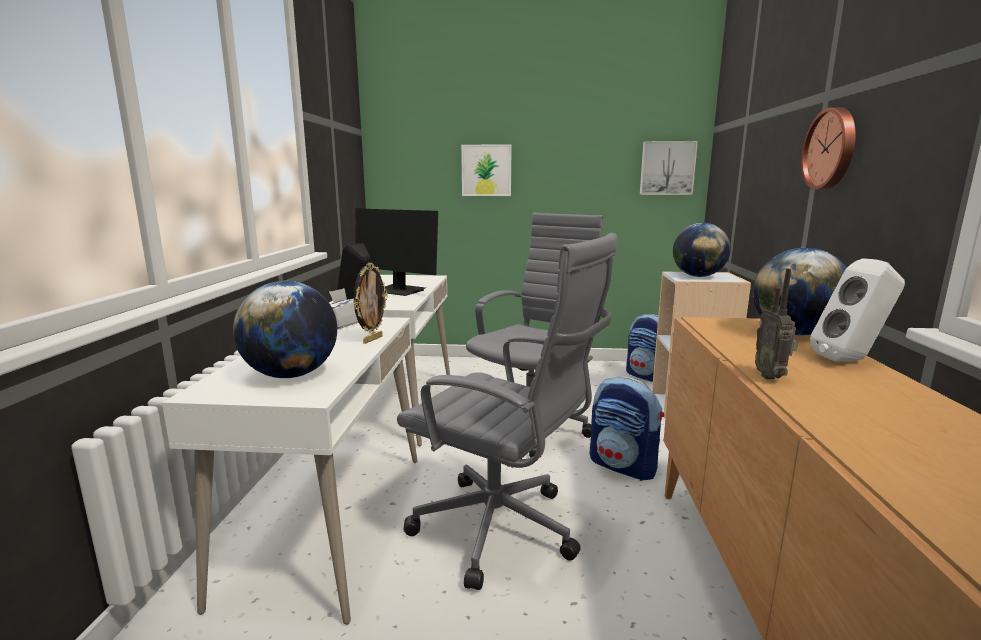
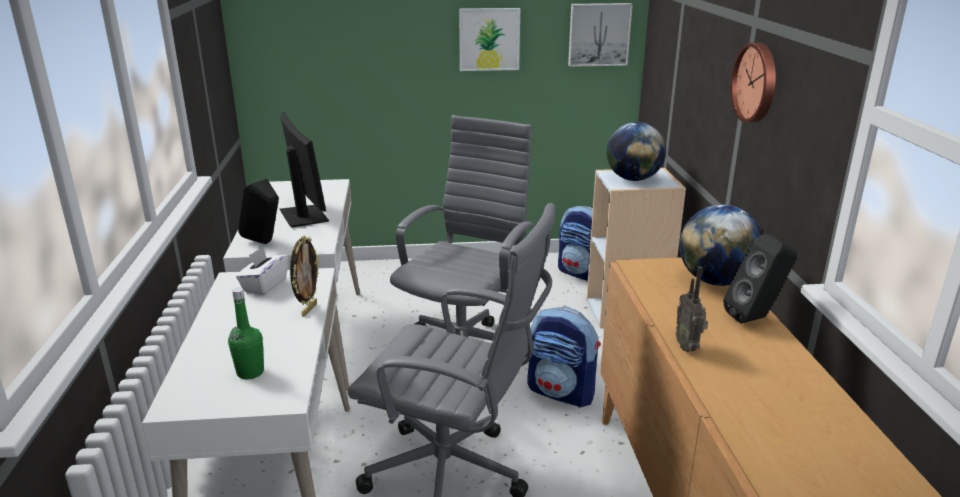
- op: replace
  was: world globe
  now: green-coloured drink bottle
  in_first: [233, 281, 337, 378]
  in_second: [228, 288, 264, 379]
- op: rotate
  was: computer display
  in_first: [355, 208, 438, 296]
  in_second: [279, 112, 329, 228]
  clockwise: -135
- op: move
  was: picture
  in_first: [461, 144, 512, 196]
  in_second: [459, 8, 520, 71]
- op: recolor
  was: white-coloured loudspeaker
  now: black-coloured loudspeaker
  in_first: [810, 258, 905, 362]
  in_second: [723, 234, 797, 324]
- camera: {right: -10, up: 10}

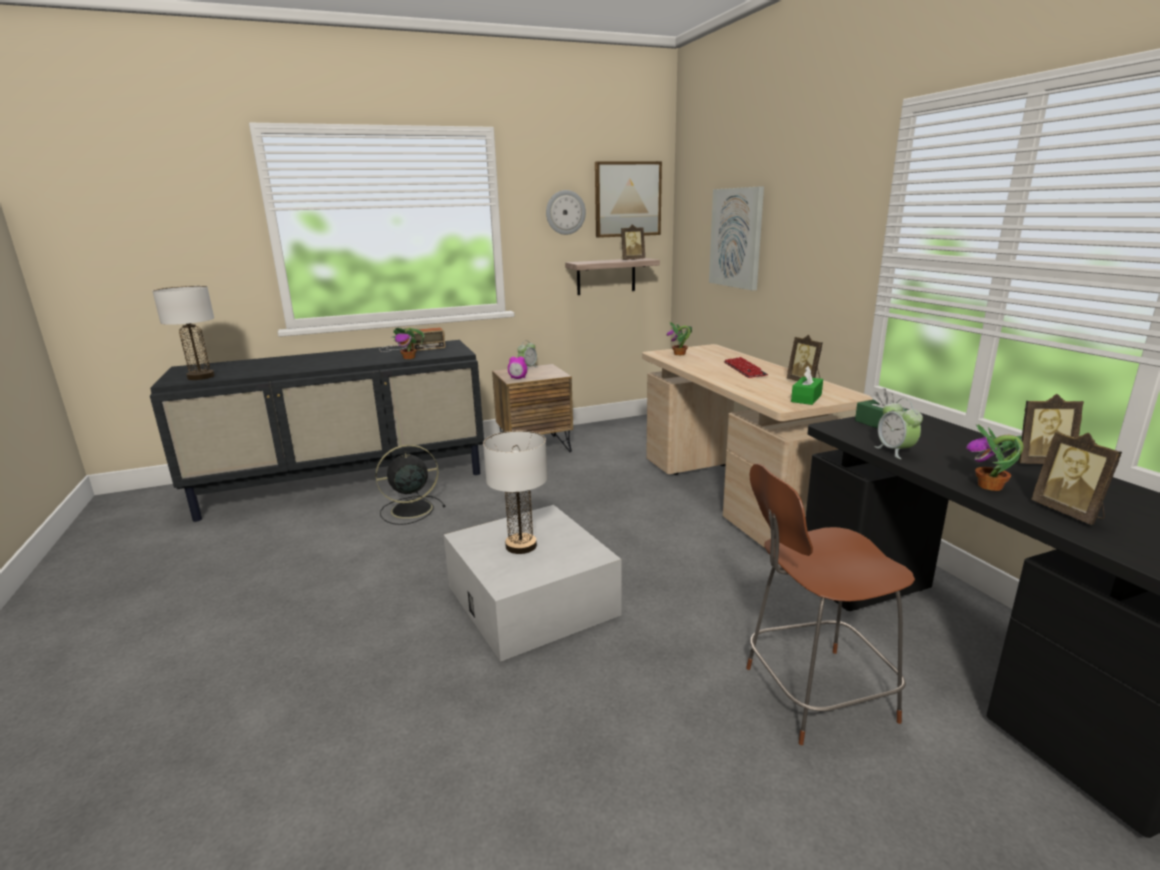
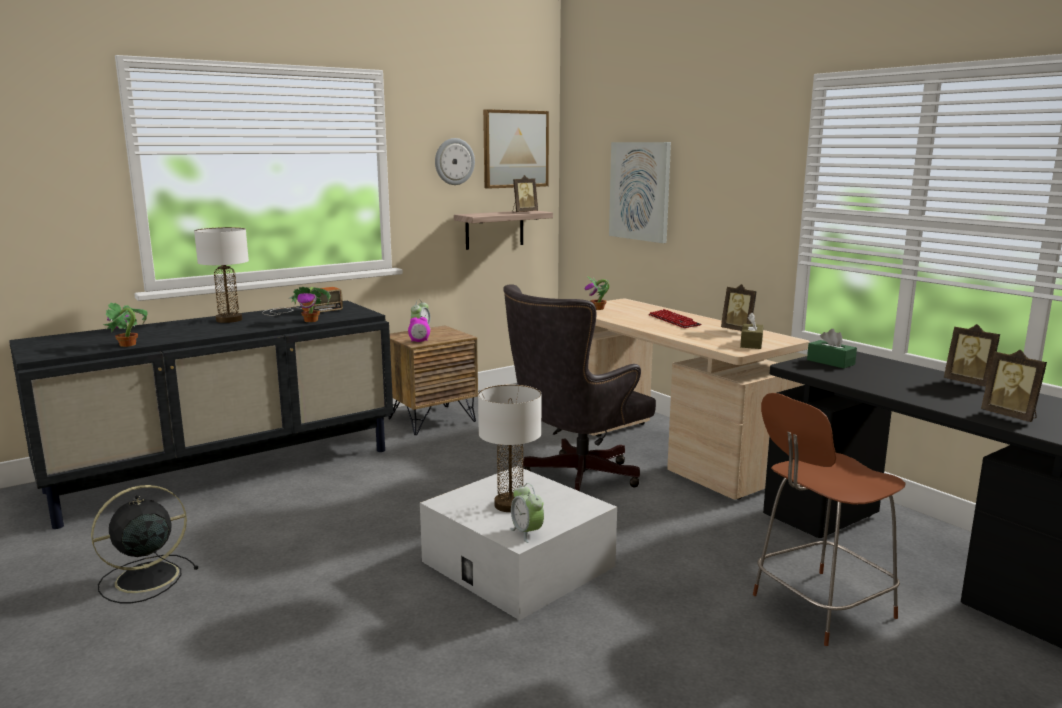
- op: move
  was: table lamp
  in_first: [152, 286, 215, 380]
  in_second: [194, 227, 249, 323]
- op: move
  was: black-coloured electric fan
  in_first: [375, 444, 446, 525]
  in_second: [91, 485, 199, 603]
- op: recolor
  was: green-coloured box of tissues
  now: brownish box of tissues
  in_first: [791, 366, 823, 405]
  in_second: [740, 313, 764, 349]
- op: move
  was: bedside clock
  in_first: [874, 398, 923, 459]
  in_second: [510, 483, 544, 543]
- op: move
  was: houseplant
  in_first: [966, 424, 1024, 491]
  in_second: [103, 302, 148, 347]
- op: rotate
  was: picture frame
  in_first: [1018, 394, 1084, 464]
  in_second: [944, 324, 1000, 387]
  clockwise: 60
- op: insert
  now: grey office chair
  in_second: [503, 285, 656, 491]
- camera: {right: -15, up: -5}

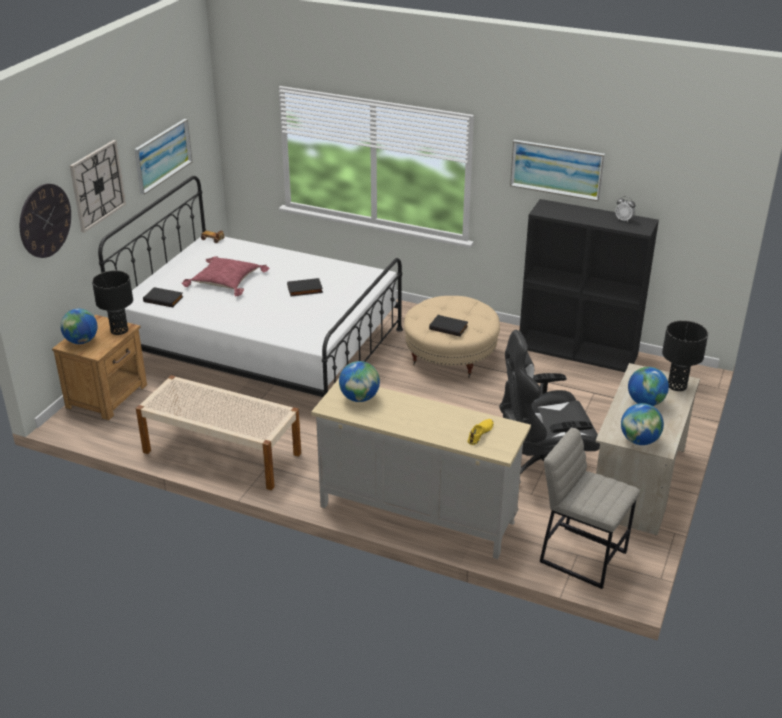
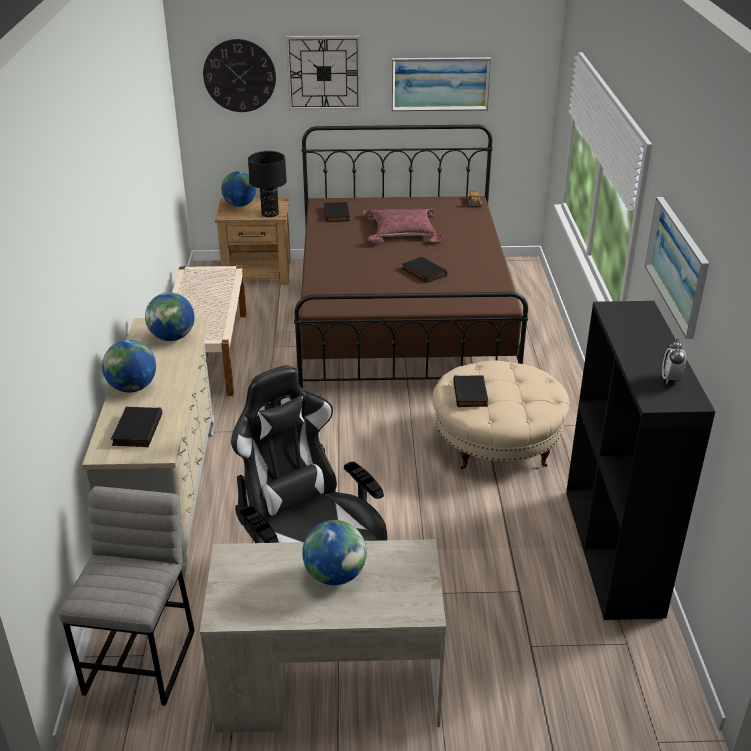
- op: recolor
  was: white-coloured sleeping bed
  now: brownish sleeping bed
  in_first: [98, 176, 403, 397]
  in_second: [294, 125, 528, 389]
- op: replace
  was: yellowish low shoe
  now: black-coloured book
  in_first: [467, 419, 494, 445]
  in_second: [111, 407, 162, 447]
- op: move
  was: world globe
  in_first: [621, 403, 664, 445]
  in_second: [102, 340, 156, 392]
- op: delete
  was: black-coloured table lamp
  in_first: [662, 320, 708, 391]
- camera: {right: 65, up: 0}

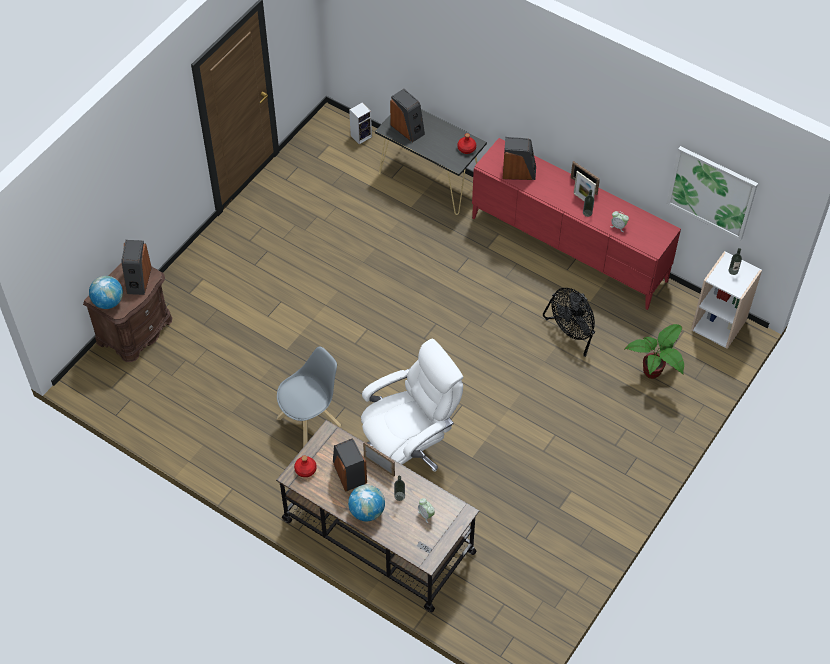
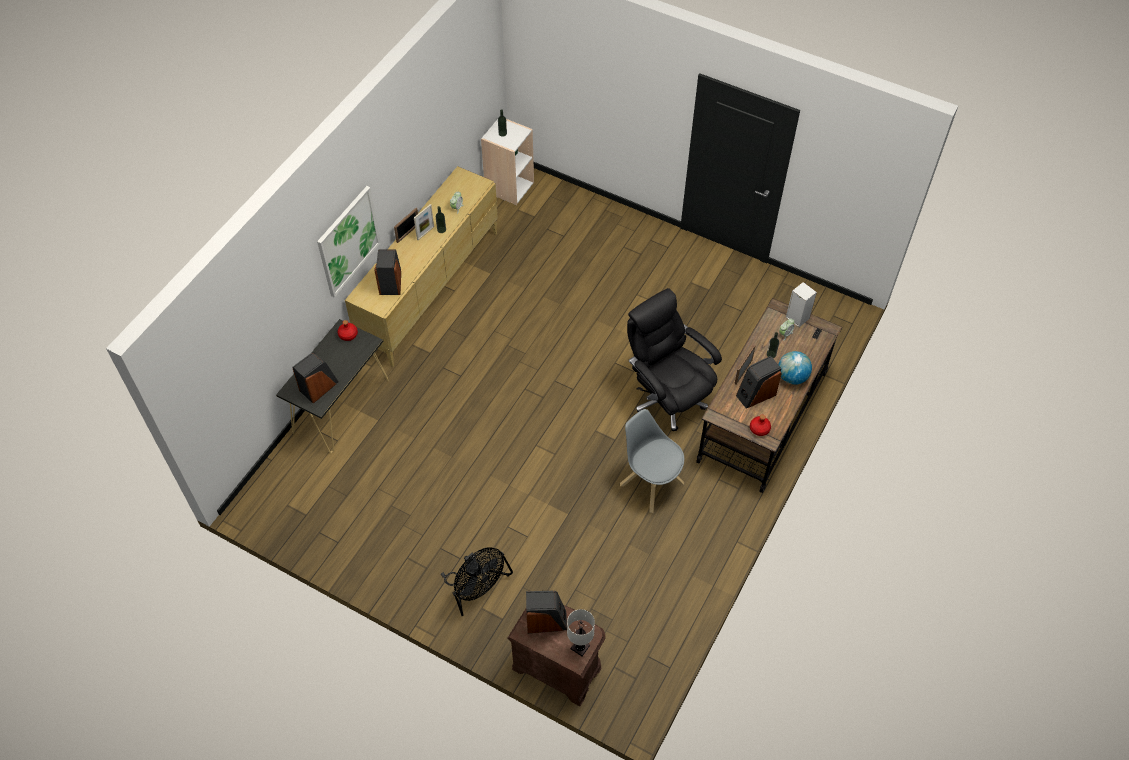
- op: replace
  was: world globe
  now: white-coloured table lamp
  in_first: [89, 276, 123, 309]
  in_second: [567, 609, 595, 656]
- op: move
  was: loudspeaker
  in_first: [349, 103, 372, 144]
  in_second: [786, 282, 817, 327]
- op: recolor
  was: white-coloured office chair
  now: black-coloured office chair
  in_first: [361, 339, 463, 472]
  in_second: [627, 288, 722, 431]
- op: recolor
  was: reddish cupboard
  now: sand-coloured cupboard
  in_first: [472, 138, 681, 310]
  in_second: [345, 166, 498, 367]
- op: move
  was: black-coloured electric fan
  in_first: [543, 288, 595, 357]
  in_second: [441, 547, 513, 616]
- op: delete
  was: houseplant
  in_first: [625, 324, 684, 379]
- op: move
  was: picture
  in_first: [667, 146, 758, 241]
  in_second: [317, 186, 381, 298]
- camera: {right: -95, up: 0}

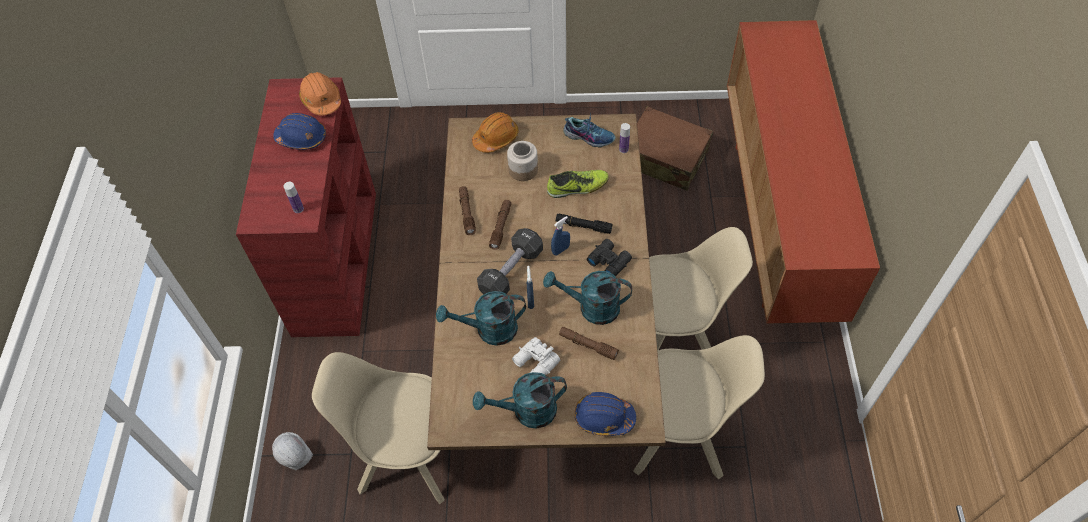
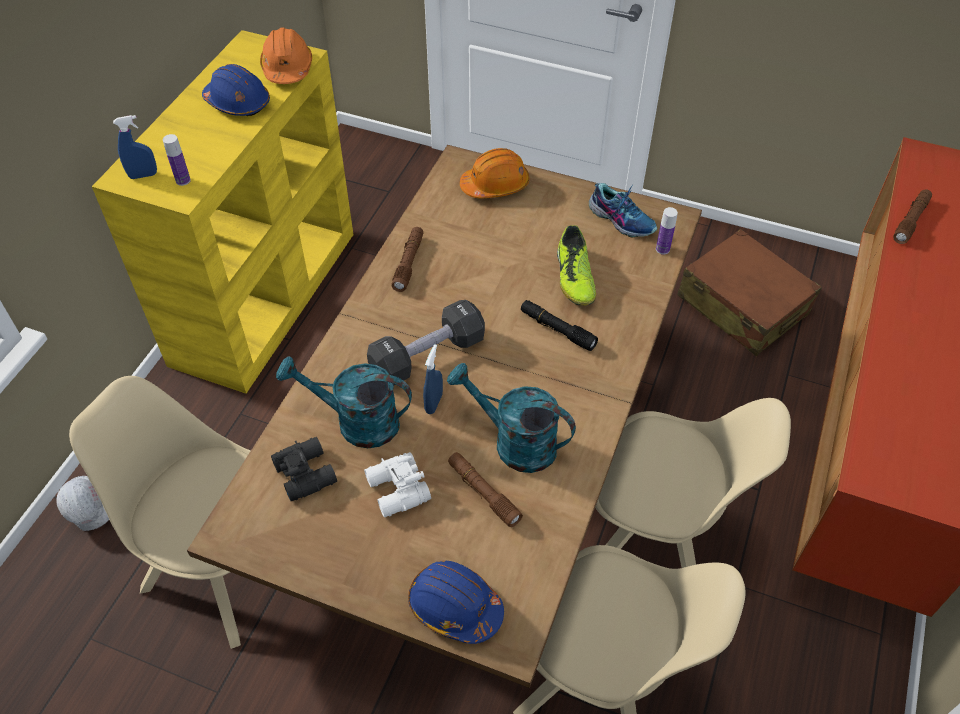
- op: recolor
  was: reddish bookcase
  now: yellowish bookcase
  in_first: [236, 77, 376, 337]
  in_second: [92, 30, 353, 394]
- op: delete
  was: blue-green sprinkling can
  in_first: [473, 372, 567, 429]
- op: move
  was: brownish torch
  in_first: [489, 200, 511, 250]
  in_second: [893, 189, 932, 244]
- op: delete
  was: preserve jar
  in_first: [507, 141, 538, 181]
- op: rotate
  was: low shoe
  in_first: [547, 170, 609, 198]
  in_second: [557, 225, 596, 306]
  clockwise: 75
- op: move
  was: blue-coloured spray bottle
  in_first: [551, 216, 570, 256]
  in_second: [113, 115, 157, 179]
- op: move
  was: black-coloured binoculars
  in_first: [587, 239, 632, 276]
  in_second: [271, 437, 337, 501]
- camera: {right: 20, up: -5}

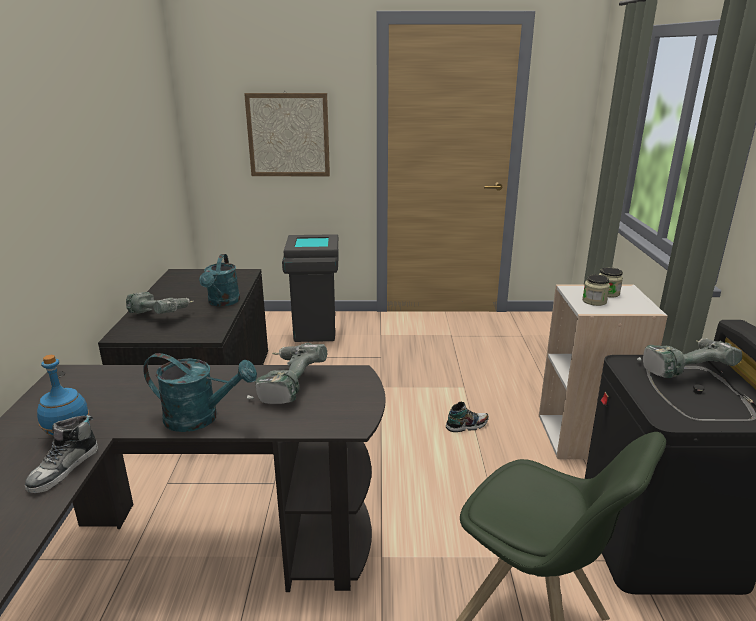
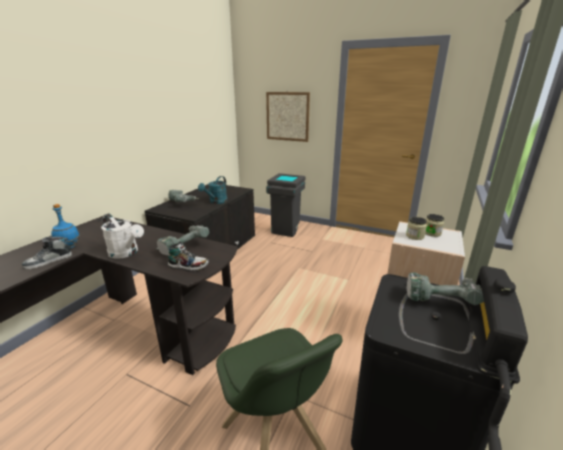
- op: recolor
  was: blue-green sprinkling can
  now: white-coloured sprinkling can
  in_first: [143, 353, 257, 432]
  in_second: [101, 213, 144, 259]
- op: move
  was: low shoe
  in_first: [446, 402, 489, 432]
  in_second: [168, 242, 208, 271]
- camera: {right: 25, up: 0}

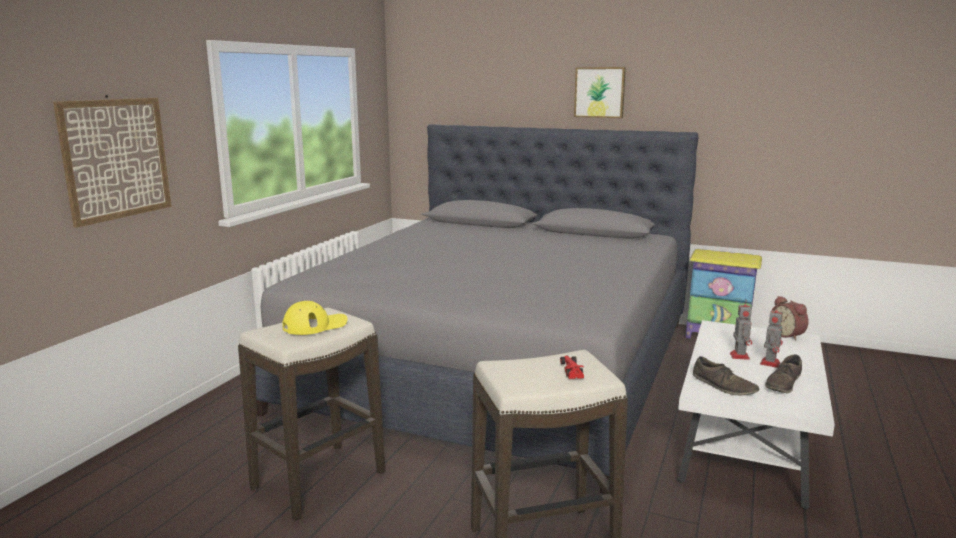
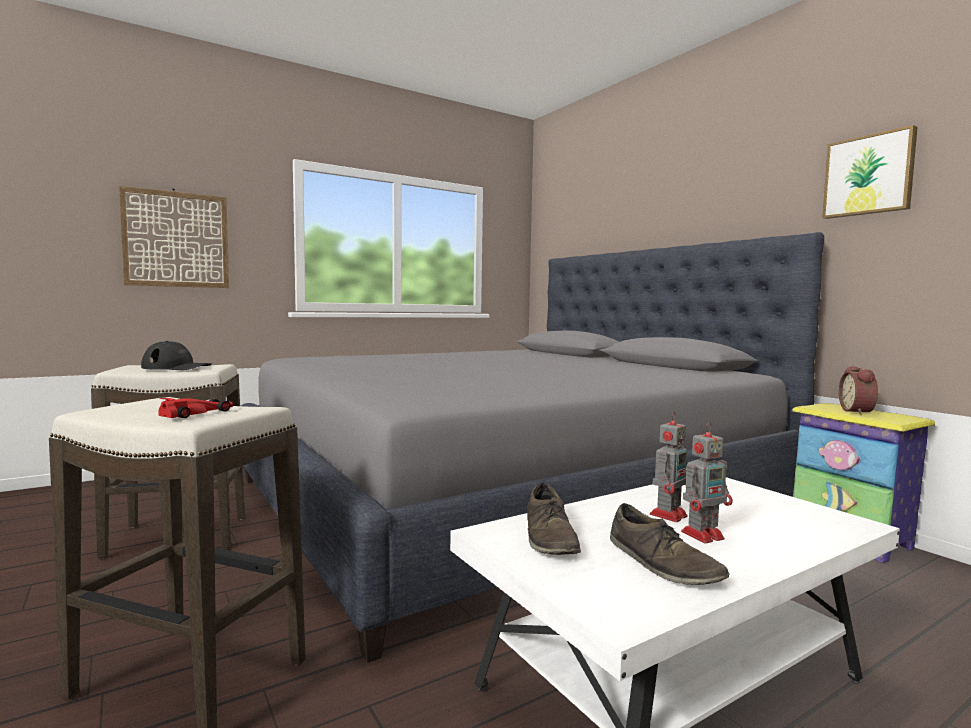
- op: recolor
  was: yellowish baseball cap
  now: black-coloured baseball cap
  in_first: [283, 301, 348, 335]
  in_second: [141, 341, 212, 370]
- op: move
  was: picture
  in_first: [574, 67, 626, 118]
  in_second: [822, 125, 918, 219]
- op: rotate
  was: brownish low shoe
  in_first: [765, 354, 802, 393]
  in_second: [610, 503, 729, 585]
  clockwise: -105
- op: move
  was: bedside clock
  in_first: [771, 296, 809, 340]
  in_second: [839, 366, 878, 415]
- camera: {right: 35, up: -10}

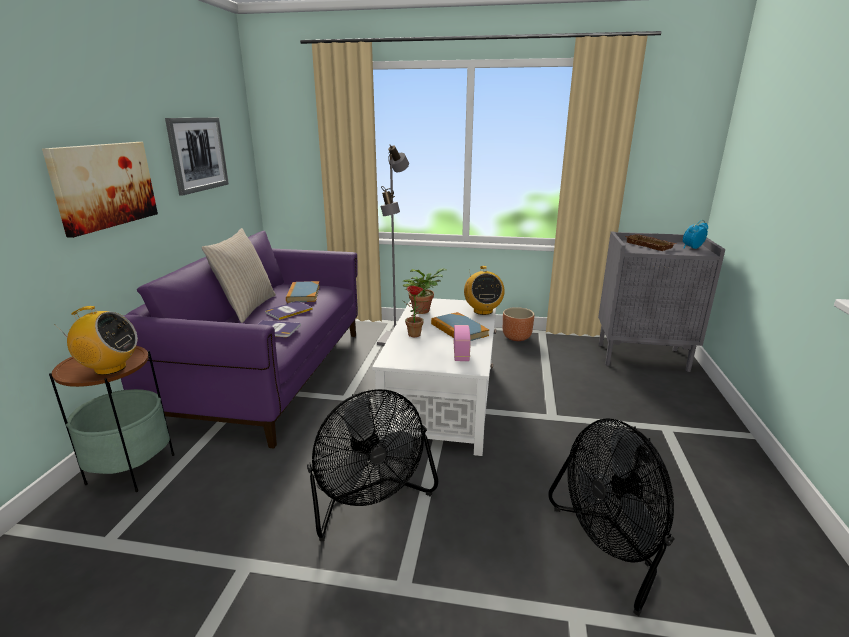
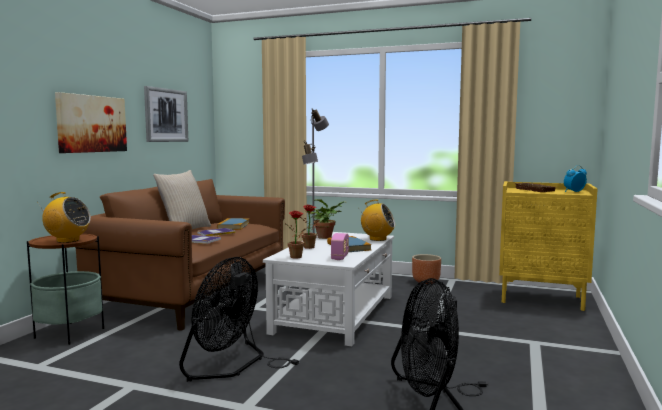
- op: recolor
  was: purplish couch
  now: brownish couch
  in_first: [121, 231, 358, 448]
  in_second: [75, 179, 285, 331]
- op: rotate
  was: black-coloured electric fan
  in_first: [307, 389, 438, 541]
  in_second: [179, 257, 299, 382]
  clockwise: 135
- op: rotate
  was: radio set
  in_first: [464, 266, 505, 315]
  in_second: [358, 199, 395, 241]
  clockwise: -75
- op: recolor
  was: grey cupboard
  now: yellowish cupboard
  in_first: [598, 232, 725, 372]
  in_second: [499, 181, 598, 311]
- op: insert
  now: houseplant
  in_second: [286, 211, 306, 259]
- camera: {right: 10, up: -15}

